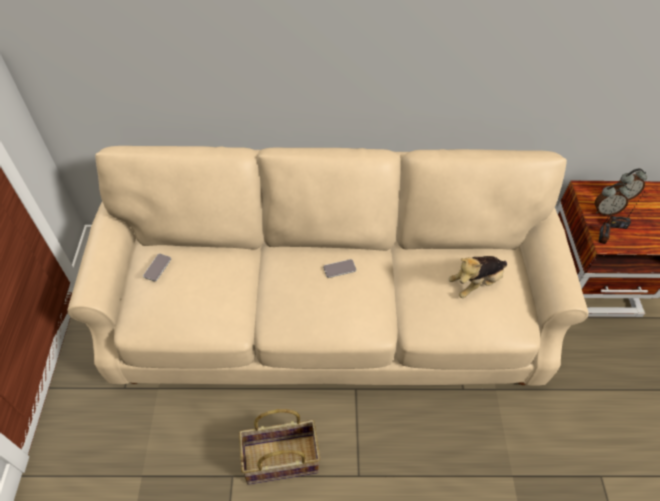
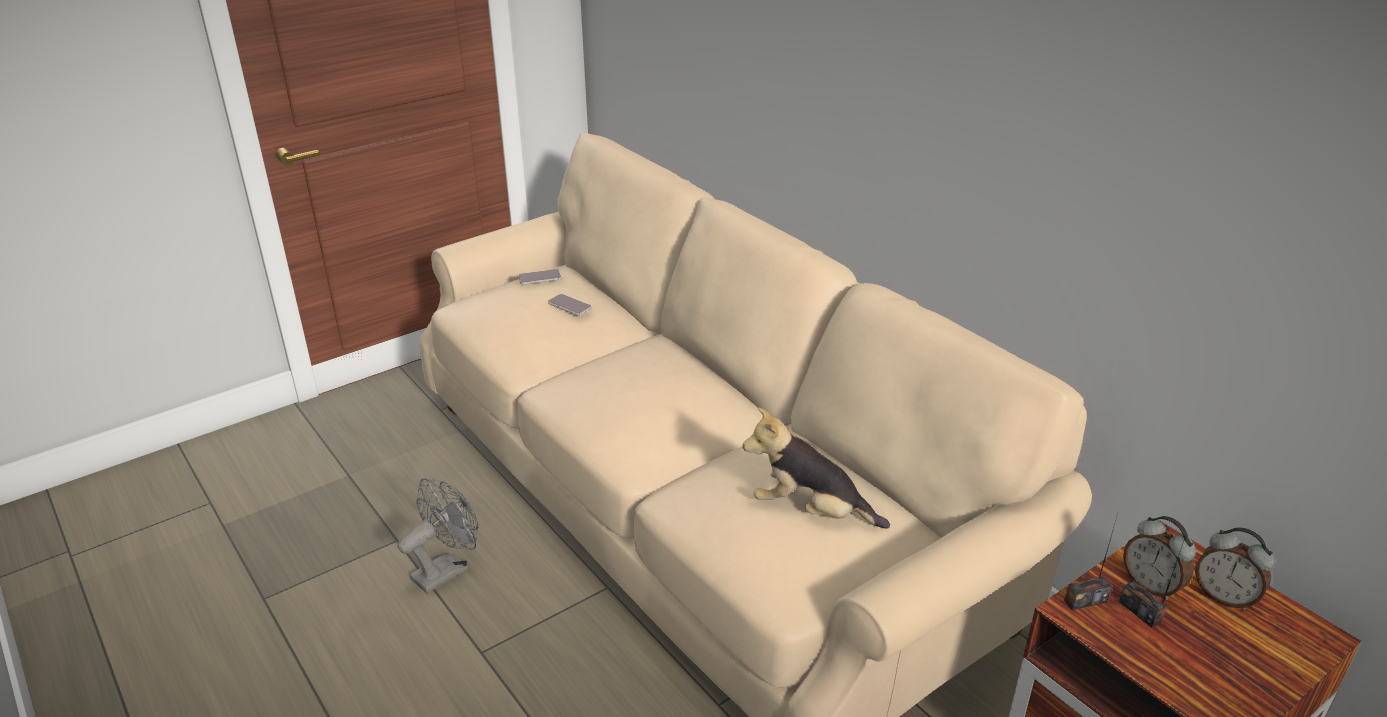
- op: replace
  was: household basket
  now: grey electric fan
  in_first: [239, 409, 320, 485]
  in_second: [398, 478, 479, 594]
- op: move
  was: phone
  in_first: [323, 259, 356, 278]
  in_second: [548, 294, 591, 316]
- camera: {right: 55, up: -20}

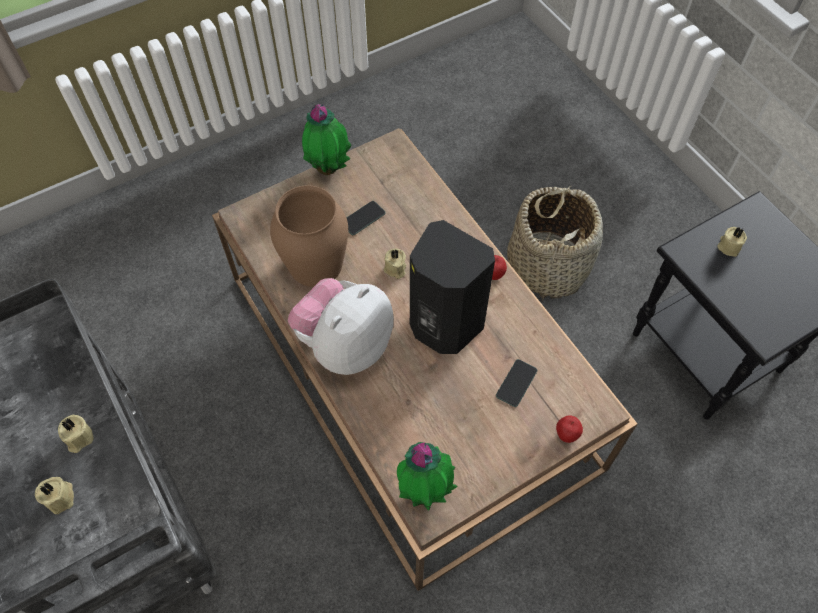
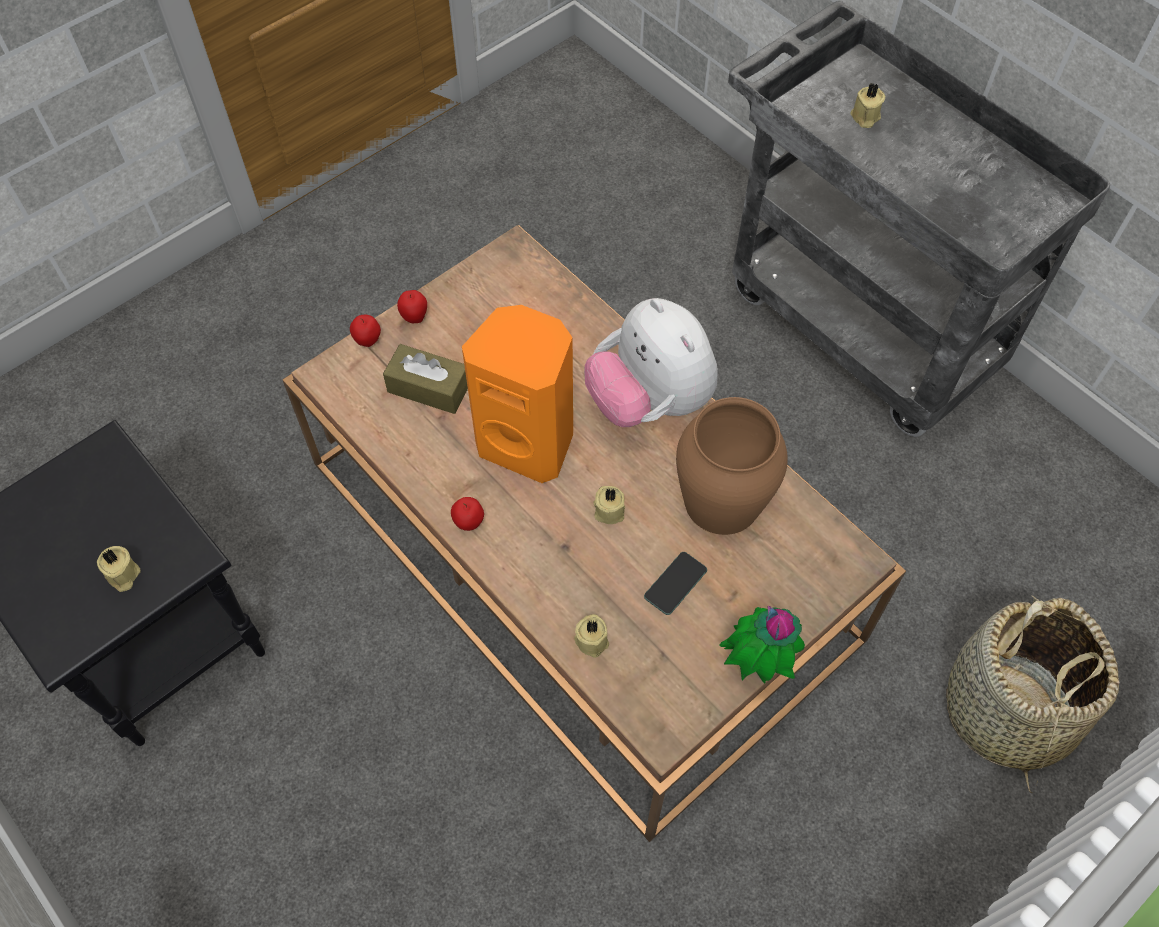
- op: move
  was: sand-coloured wax light
  in_first: [58, 415, 94, 453]
  in_second: [575, 614, 609, 658]
- op: rotate
  was: soft toy
  in_first: [288, 278, 394, 375]
  in_second: [584, 298, 718, 427]
  clockwise: 120
- op: delete
  was: houseplant
  in_first: [397, 442, 458, 511]
- op: recolor
  was: black-coloured loudspeaker
  now: orange-coloured loudspeaker
  in_first: [410, 220, 495, 354]
  in_second: [462, 305, 573, 483]
- op: replace
  was: phone
  now: brownish box of tissues
  in_first: [496, 359, 537, 407]
  in_second: [383, 344, 468, 414]
- op: move
  was: household basket
  in_first: [507, 186, 603, 301]
  in_second: [946, 595, 1119, 793]
- op: insert
  now: apple fruit
  in_second: [397, 290, 427, 323]
- camera: {right: 170, up: 0}

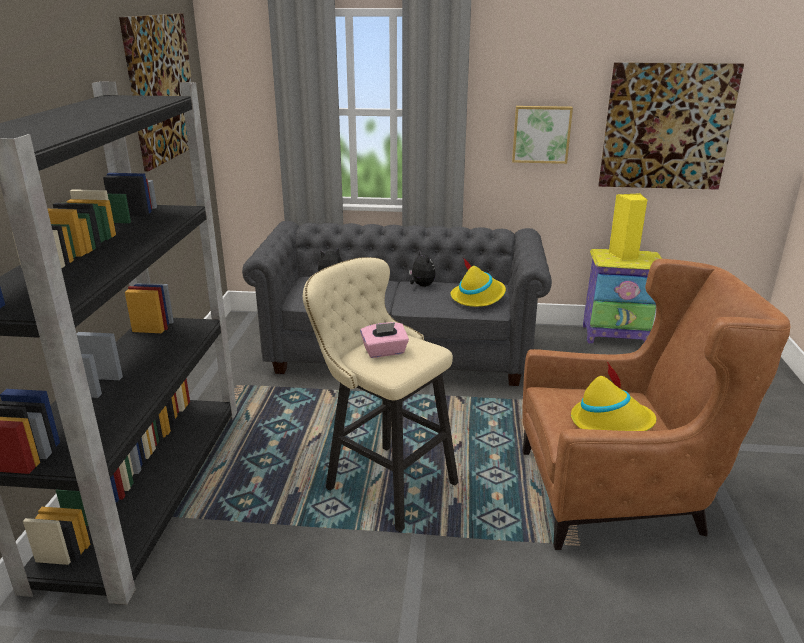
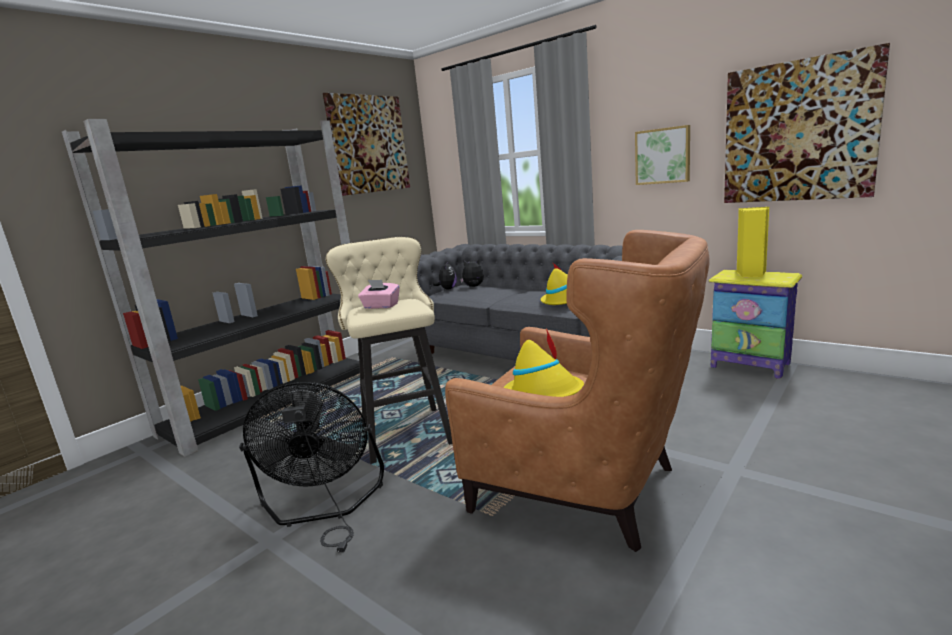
- op: move
  was: soft toy
  in_first: [409, 250, 435, 287]
  in_second: [433, 261, 457, 290]
- op: insert
  now: black-coloured electric fan
  in_second: [239, 382, 384, 553]
- camera: {right: 35, up: -10}

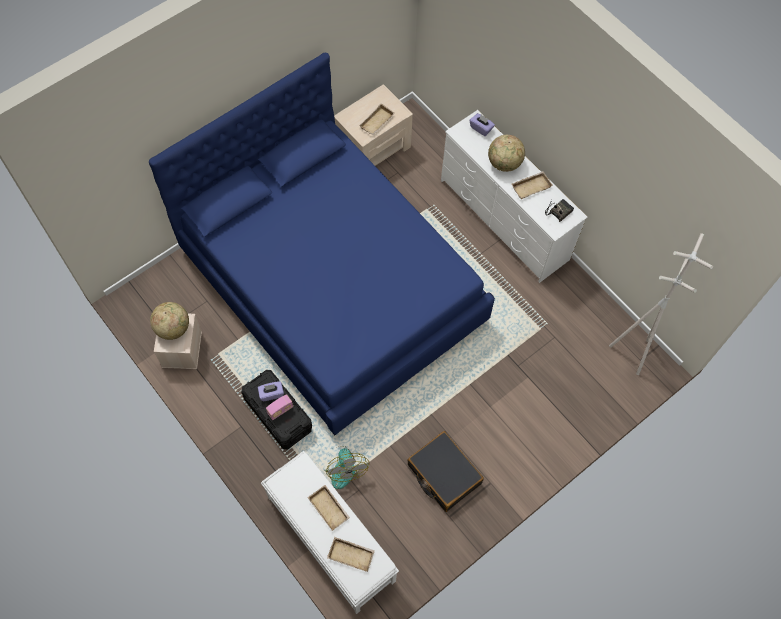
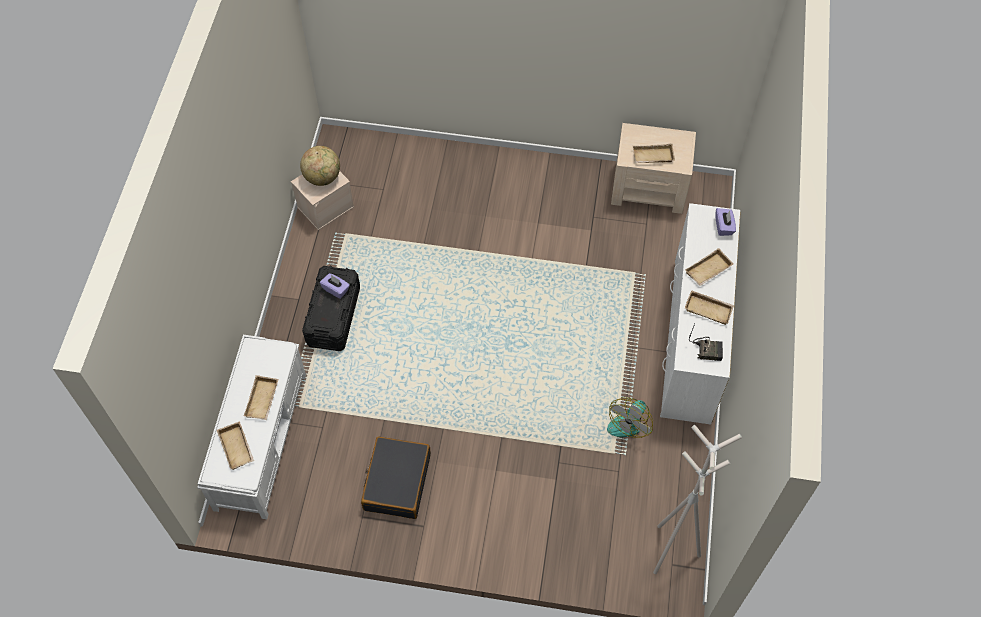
- op: delete
  was: blue-coloured sleeping bed
  in_first: [149, 53, 495, 435]
- op: delete
  was: radio set
  in_first: [266, 394, 293, 420]
- op: move
  was: electric fan
  in_first: [324, 446, 369, 489]
  in_second: [607, 397, 653, 438]
- op: replace
  was: world globe
  now: sand-coloured tray
  in_first: [488, 135, 525, 172]
  in_second: [685, 248, 733, 286]
- camera: {right: 50, up: -5}

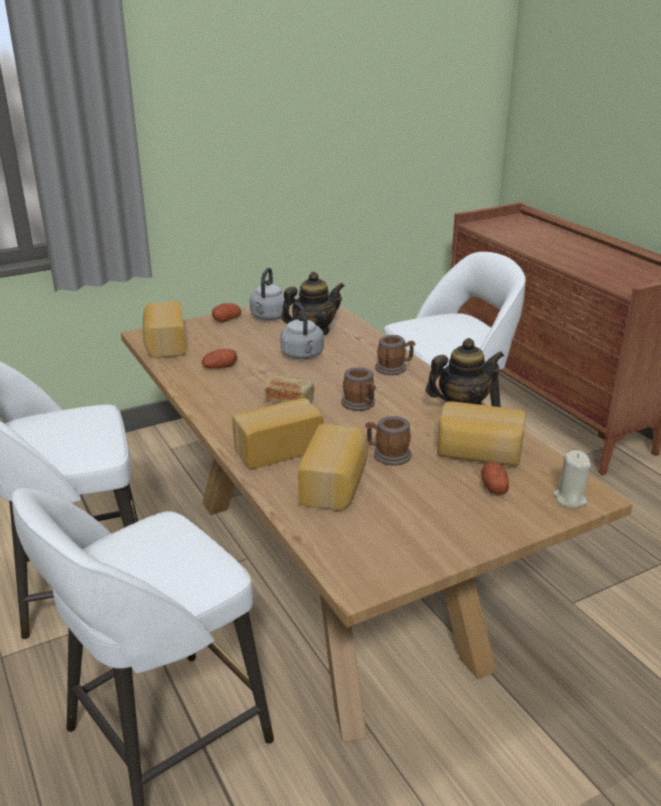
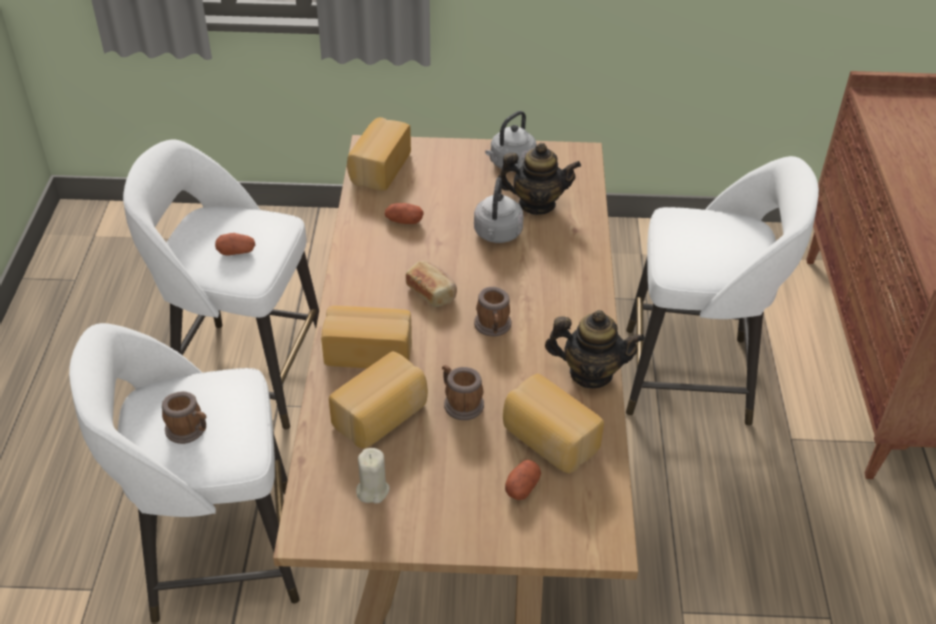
- op: move
  was: spud
  in_first: [212, 303, 241, 323]
  in_second: [215, 233, 255, 256]
- op: move
  was: coffee mug
  in_first: [375, 335, 415, 375]
  in_second: [162, 391, 207, 444]
- op: move
  was: sand-coloured wax light
  in_first: [553, 450, 591, 508]
  in_second: [356, 448, 390, 504]
- camera: {right: 30, up: 15}

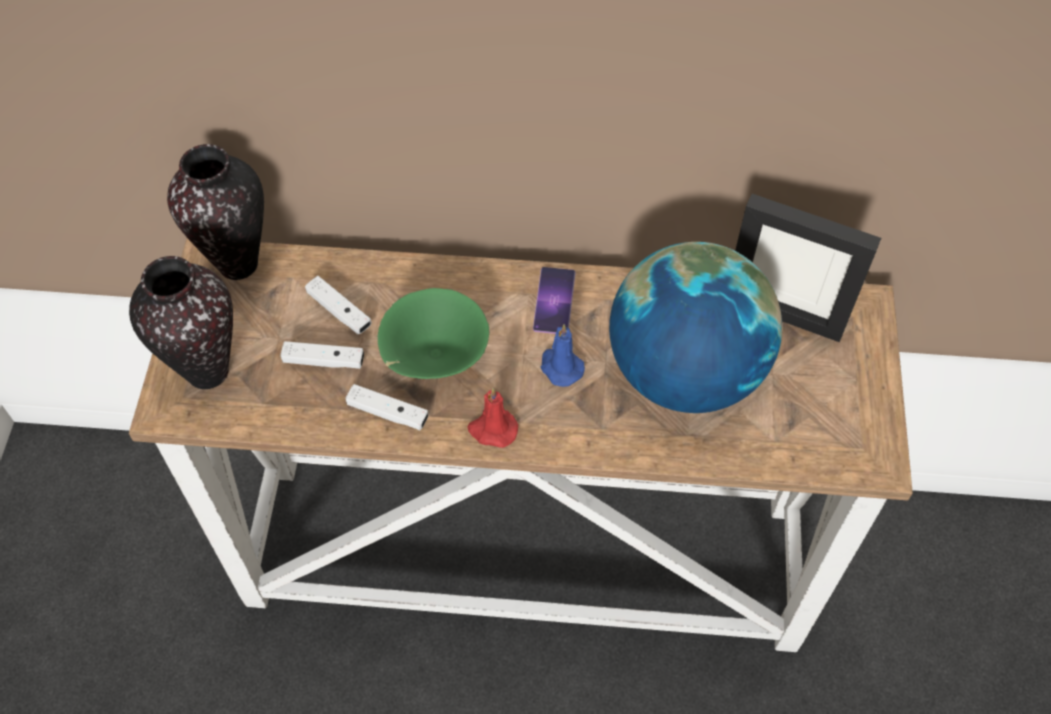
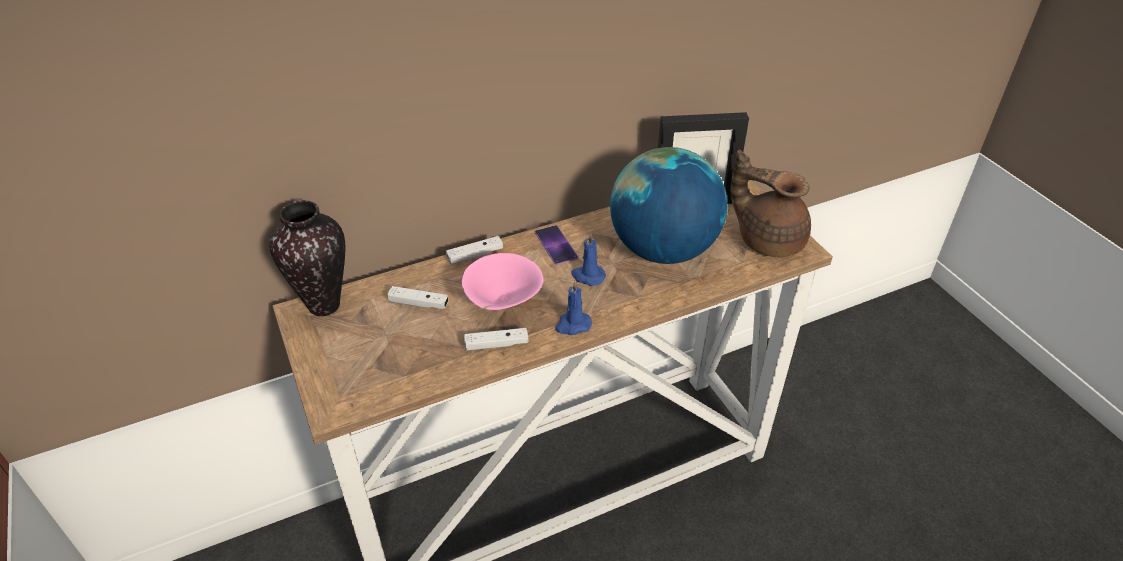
- op: delete
  was: vase
  in_first: [129, 256, 233, 389]
- op: move
  was: white-coloured gamepad
  in_first: [280, 341, 364, 369]
  in_second: [446, 236, 503, 265]
- op: recolor
  was: green-coloured deep dish
  now: pinkish deep dish
  in_first: [378, 288, 489, 379]
  in_second: [462, 253, 544, 310]
- op: recolor
  was: reddish wax light
  now: blue-coloured wax light
  in_first: [467, 388, 518, 448]
  in_second: [555, 281, 592, 335]
- op: insert
  now: brownish teapot
  in_second: [731, 150, 811, 257]
- camera: {right: -30, up: -15}

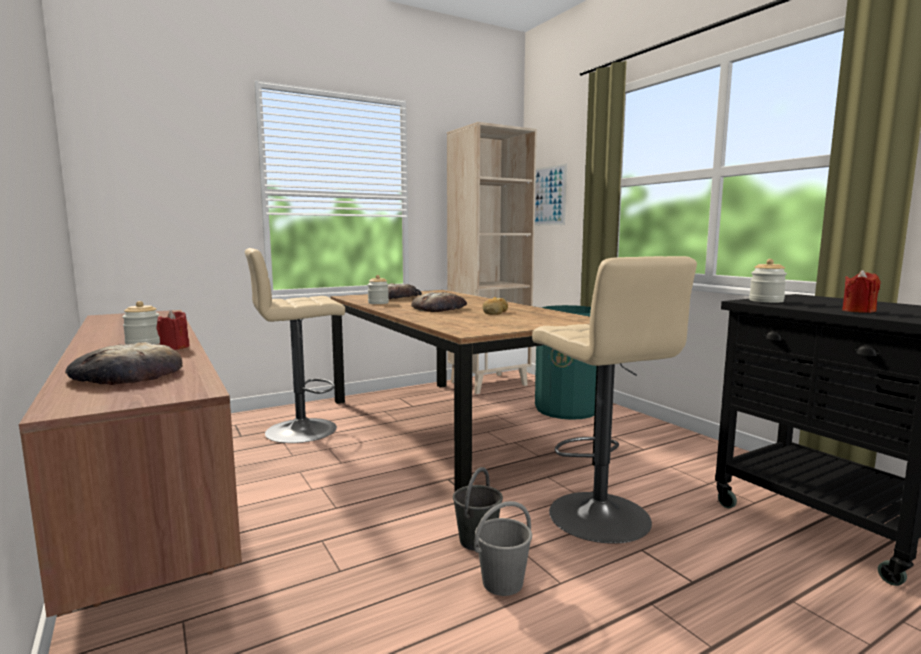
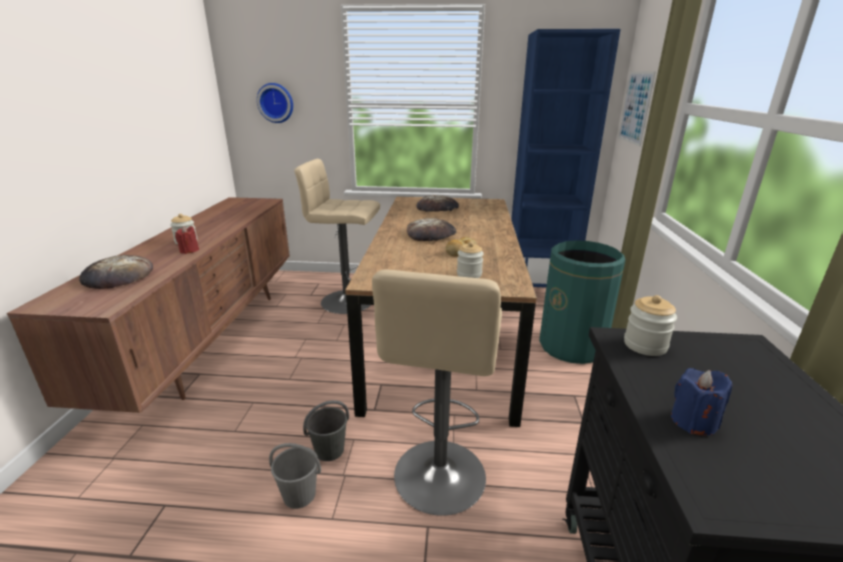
- op: move
  was: preserve jar
  in_first: [368, 275, 389, 304]
  in_second: [457, 242, 484, 278]
- op: recolor
  was: sand-coloured bookcase
  now: blue-coloured bookcase
  in_first: [447, 122, 537, 394]
  in_second: [511, 29, 621, 287]
- op: recolor
  was: reddish wax light
  now: blue-coloured wax light
  in_first: [842, 270, 881, 313]
  in_second: [671, 368, 733, 435]
- op: insert
  now: clock on the wall
  in_second: [257, 83, 293, 123]
- camera: {right: 35, up: 15}

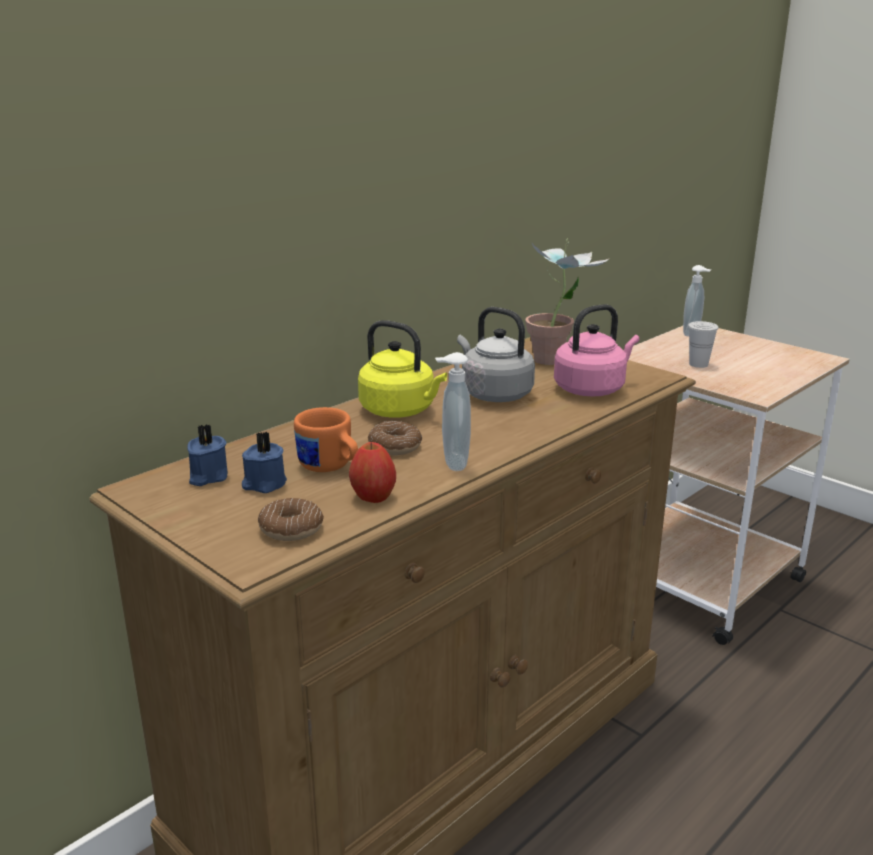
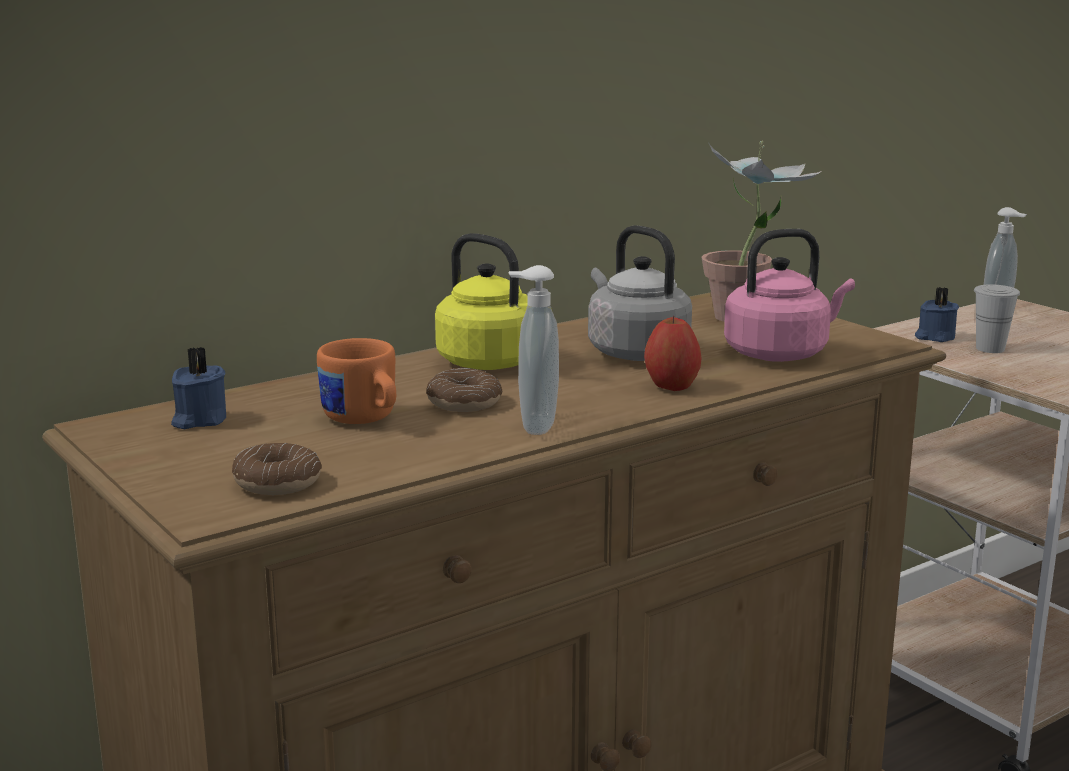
- op: move
  was: blue-coloured wax light
  in_first: [242, 432, 287, 493]
  in_second: [915, 287, 959, 342]
- op: move
  was: apple fruit
  in_first: [349, 442, 396, 503]
  in_second: [644, 316, 702, 391]
- camera: {right: 10, up: -5}

